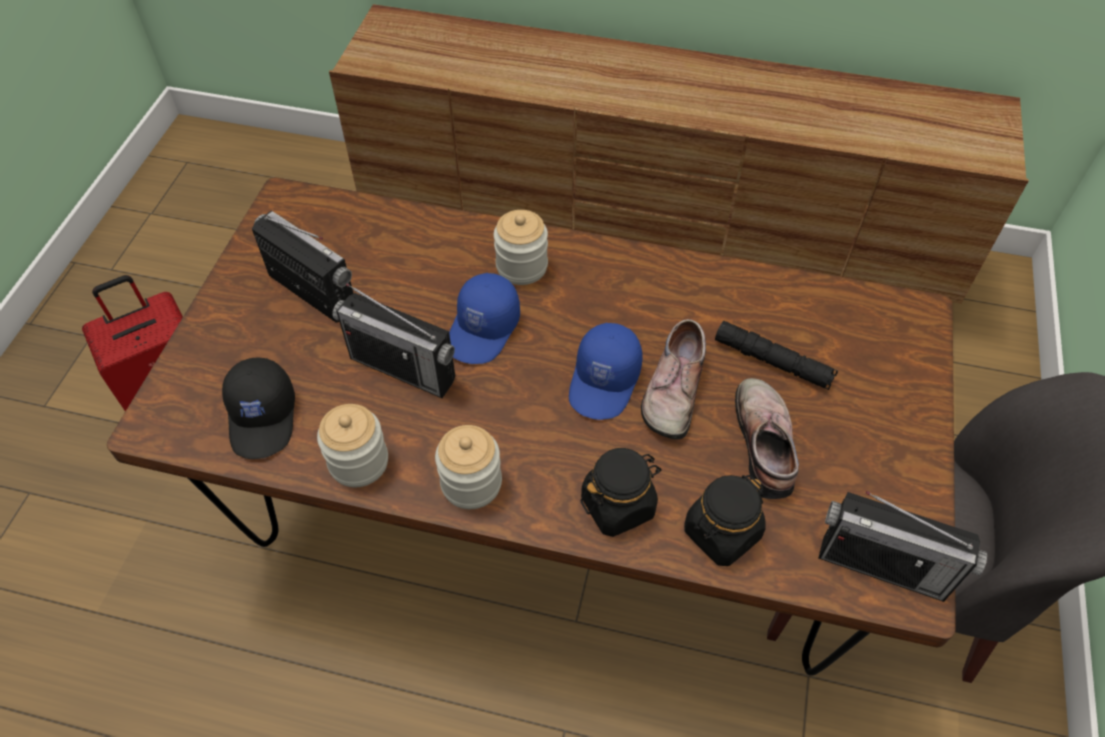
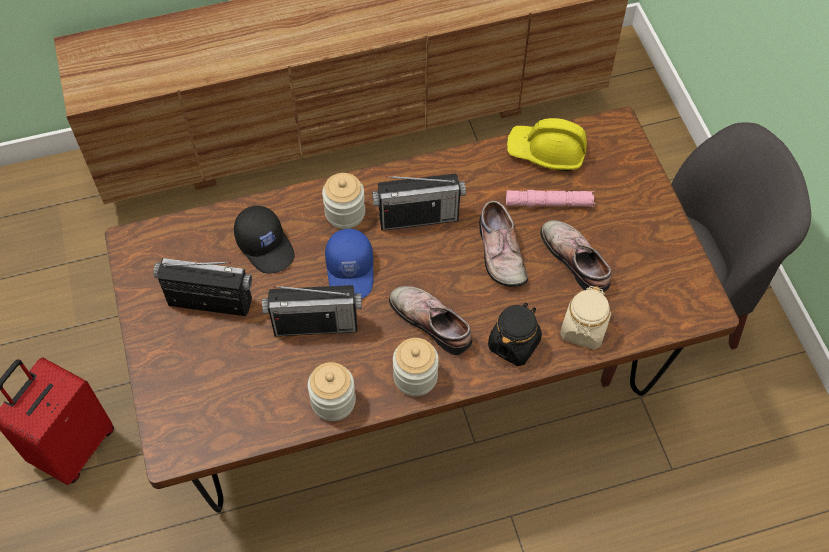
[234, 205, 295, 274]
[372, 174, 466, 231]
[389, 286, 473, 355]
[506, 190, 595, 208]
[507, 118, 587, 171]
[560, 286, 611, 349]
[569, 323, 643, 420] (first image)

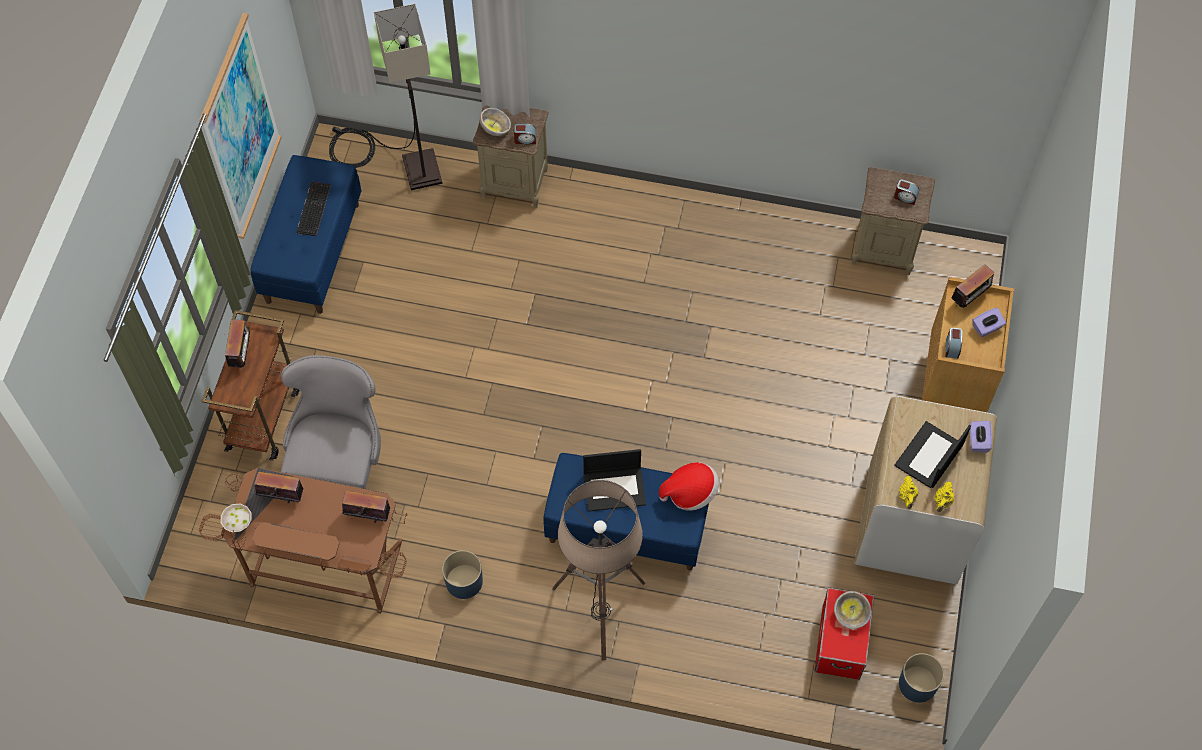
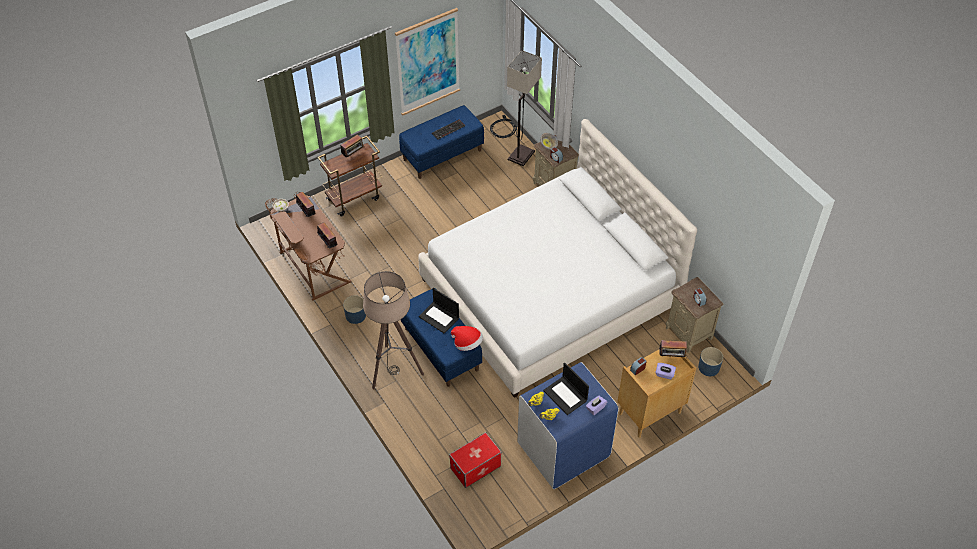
[418, 119, 697, 398]
[517, 362, 619, 489]
[543, 363, 589, 415]
[698, 347, 723, 376]
[281, 355, 381, 489] (first image)
[834, 591, 872, 629] (first image)

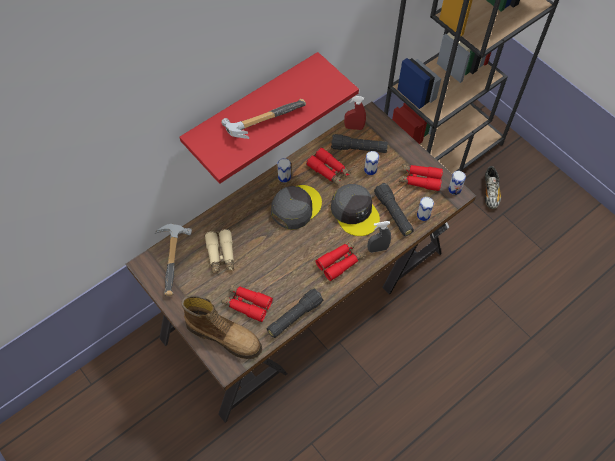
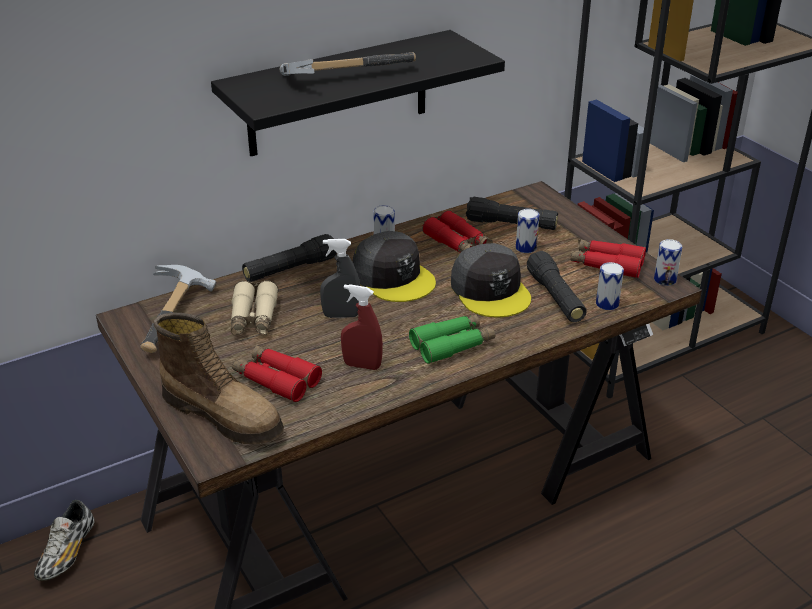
[34, 500, 95, 581]
[211, 30, 505, 156]
[242, 234, 337, 282]
[320, 239, 360, 318]
[341, 284, 383, 370]
[353, 231, 436, 302]
[409, 314, 495, 364]

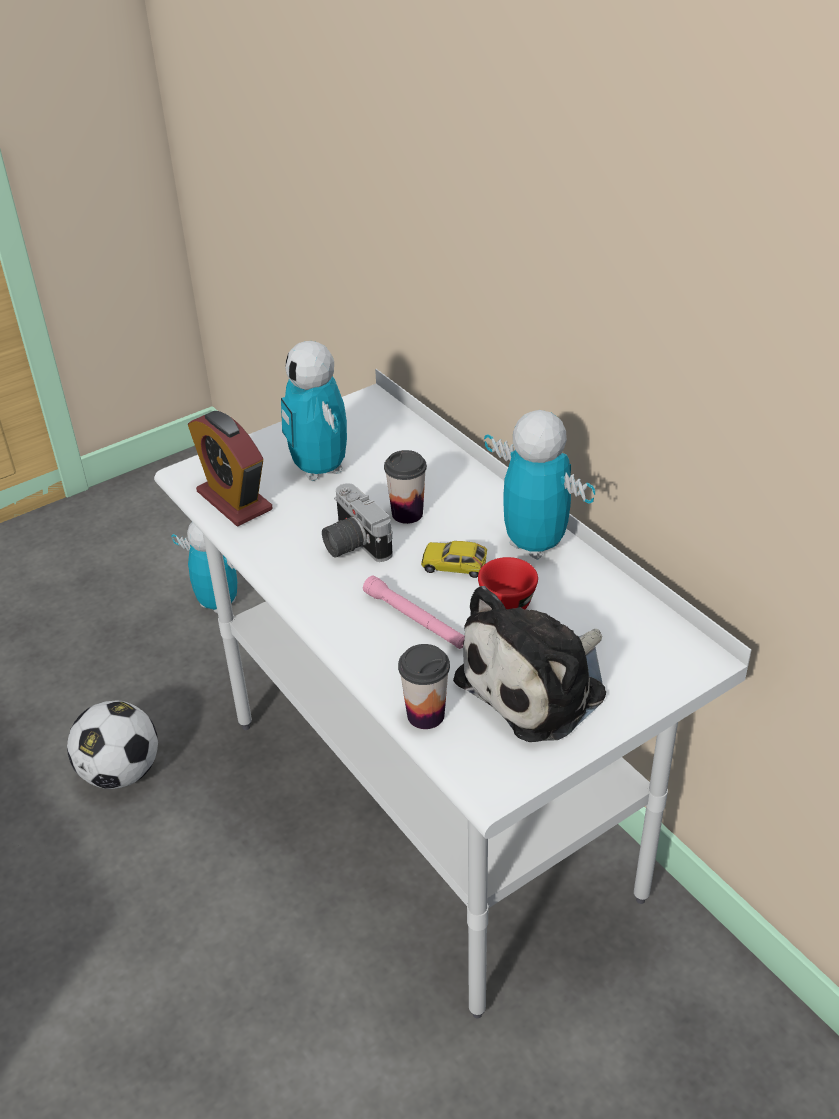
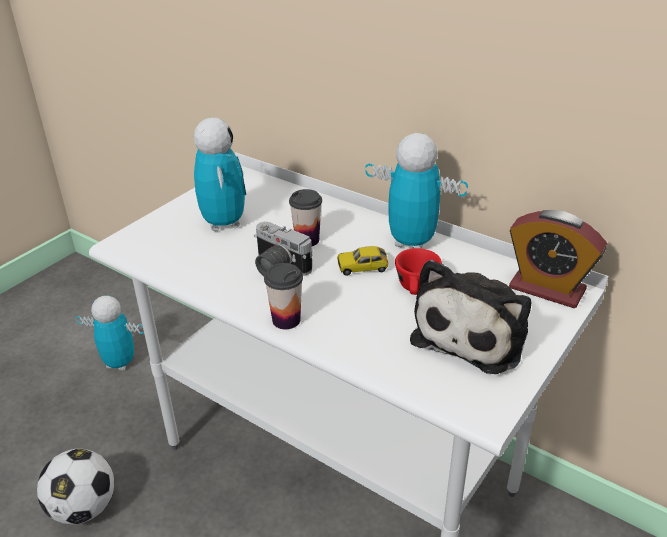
[194, 118, 246, 231]
[264, 263, 303, 330]
[509, 210, 607, 308]
[363, 576, 465, 649] (first image)

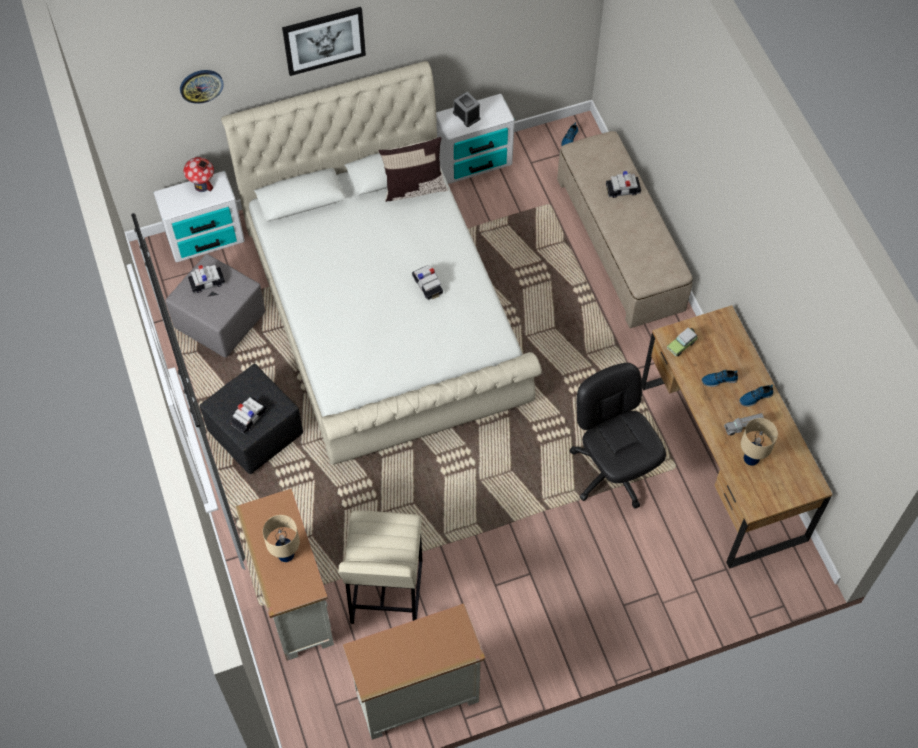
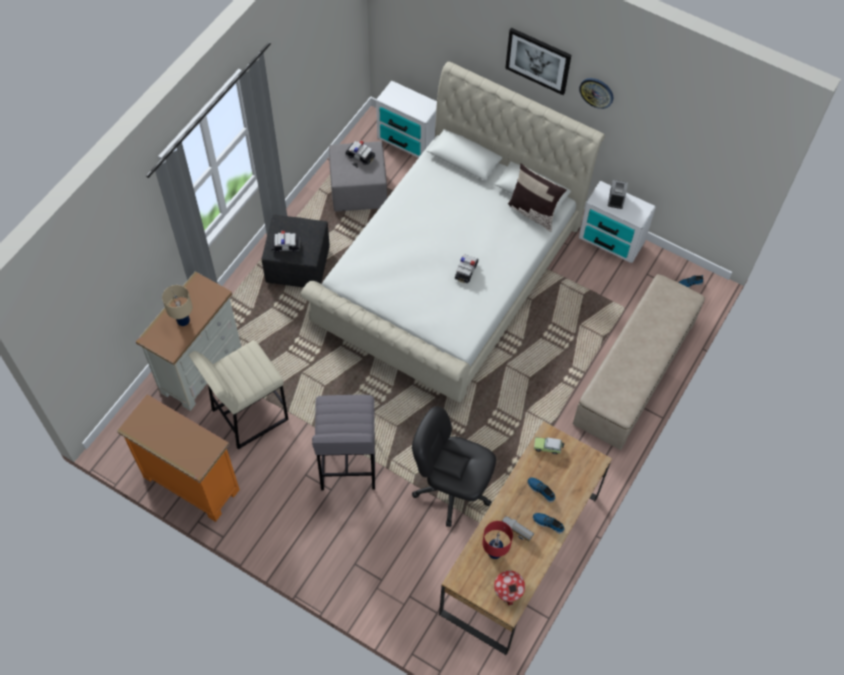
[117, 394, 240, 522]
[312, 395, 375, 490]
[412, 406, 496, 527]
[482, 521, 513, 559]
[494, 570, 525, 605]
[579, 78, 613, 109]
[606, 171, 641, 198] (first image)

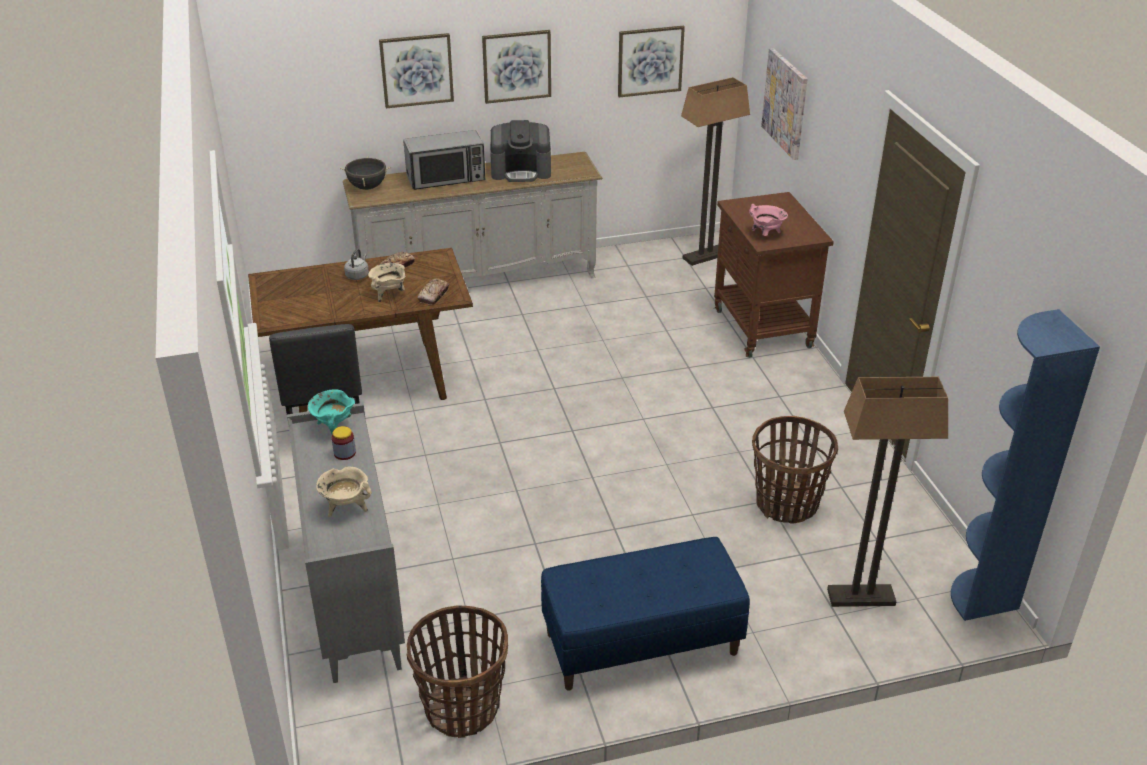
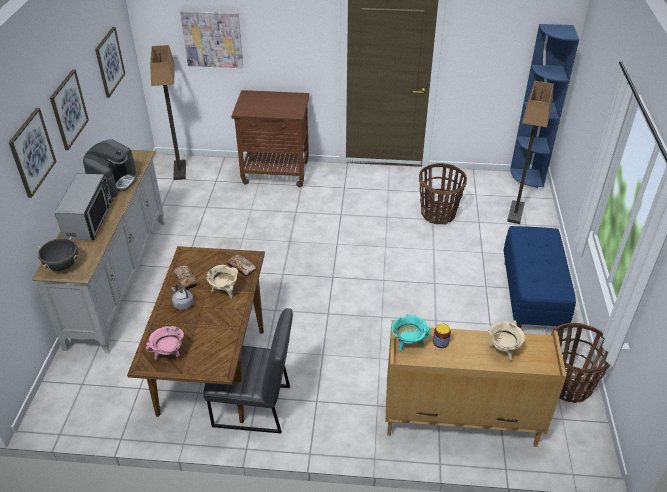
[146, 326, 184, 361]
[385, 320, 567, 447]

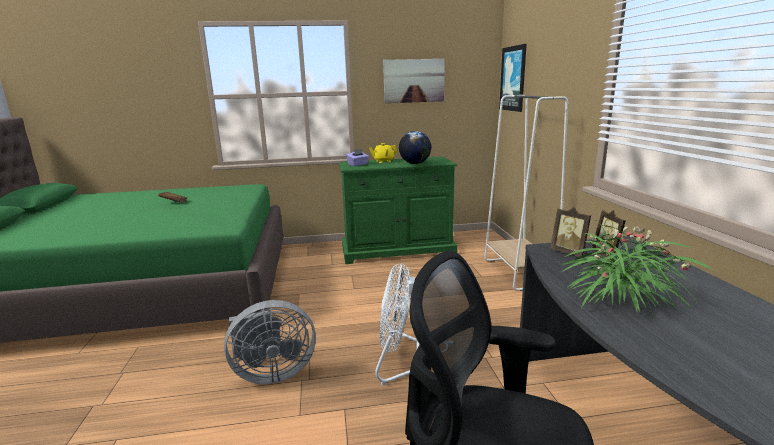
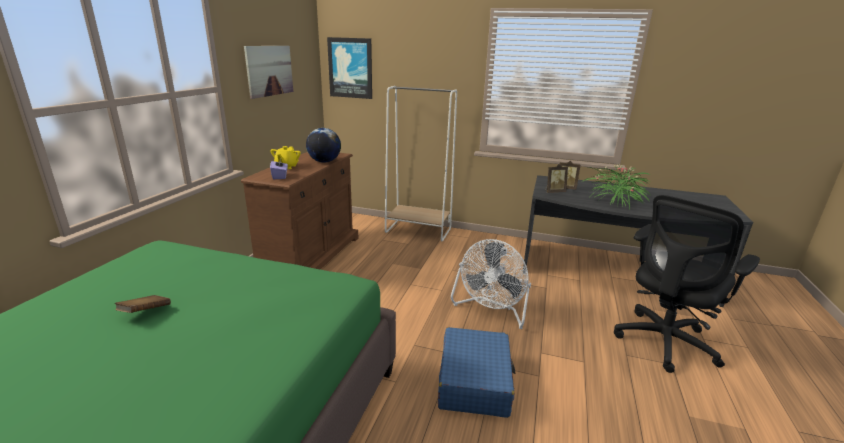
[241, 152, 358, 270]
[438, 327, 516, 418]

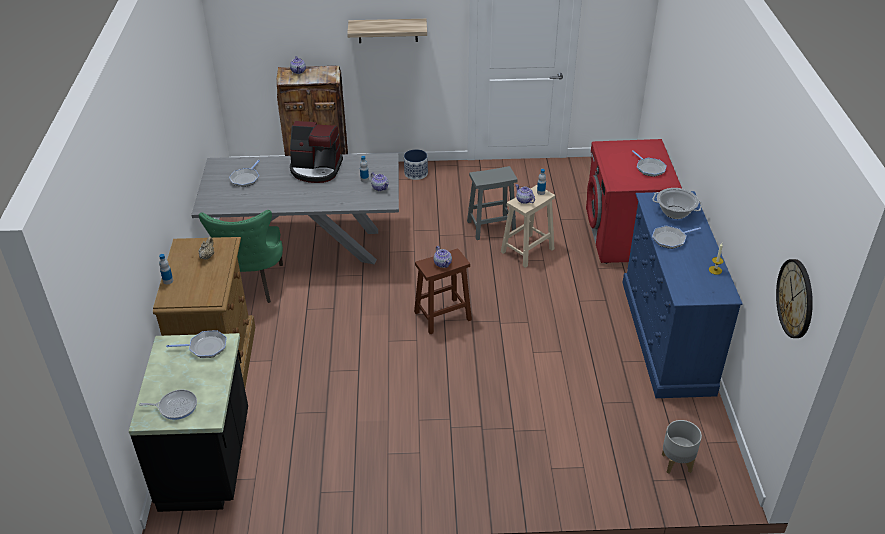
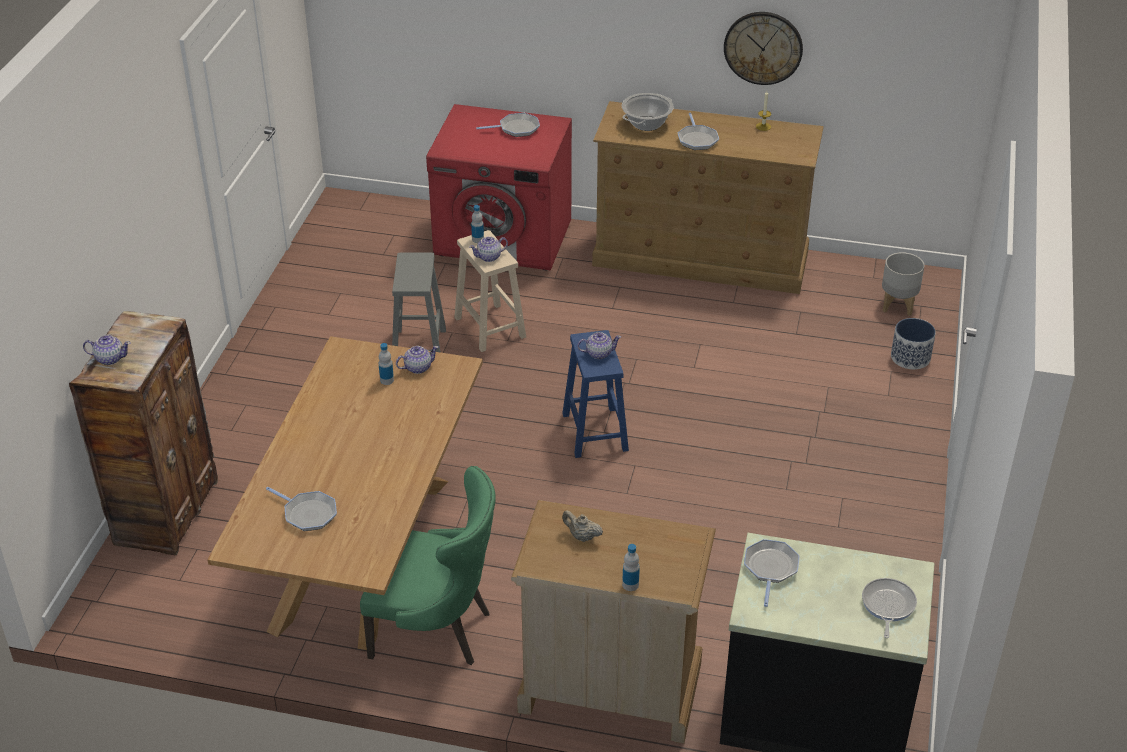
[207, 336, 483, 650]
[562, 330, 629, 458]
[592, 101, 824, 294]
[724, 12, 803, 85]
[891, 318, 936, 369]
[290, 121, 343, 183] (first image)
[347, 19, 427, 43] (first image)

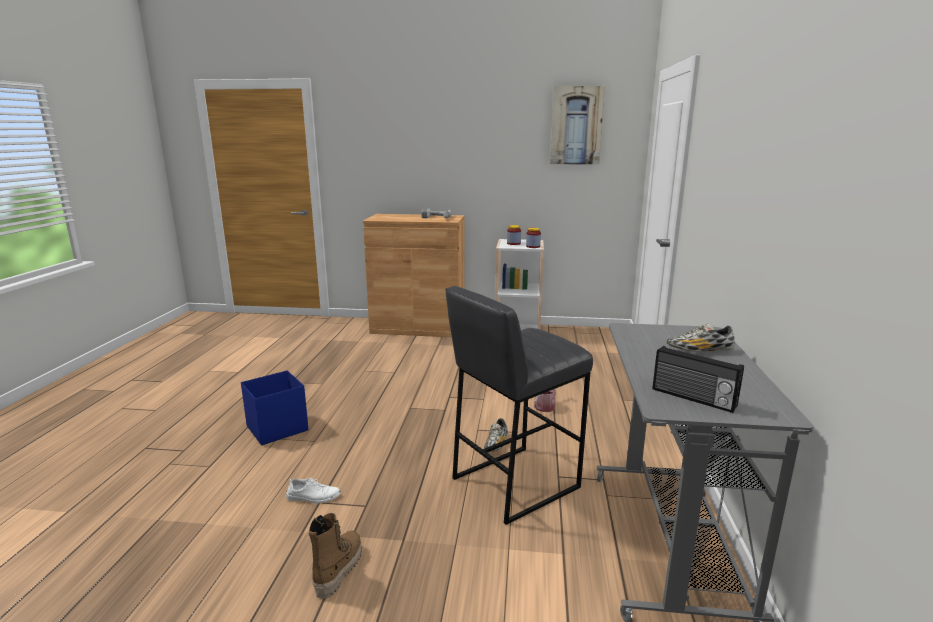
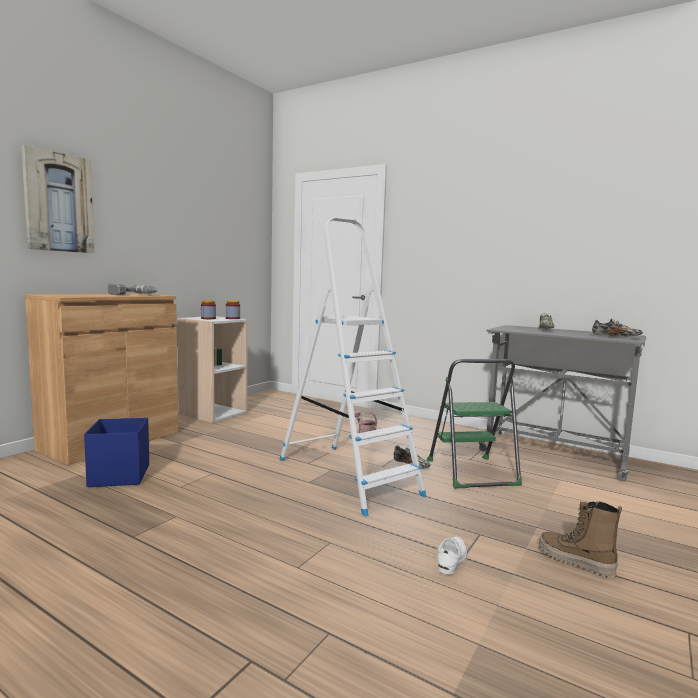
[21, 145, 94, 253]
[84, 418, 149, 487]
[280, 217, 426, 516]
[427, 359, 522, 488]
[592, 319, 643, 337]

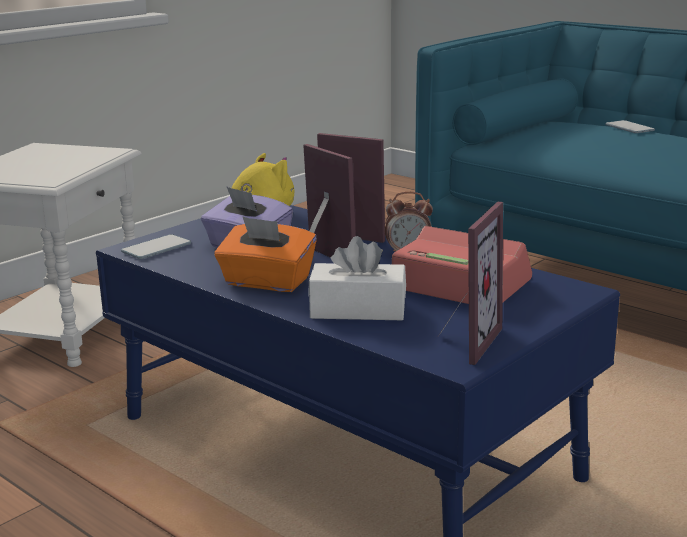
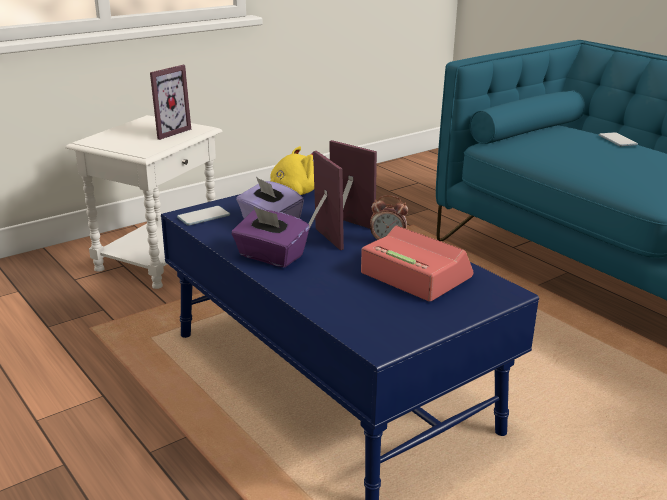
[150, 65, 191, 140]
[232, 207, 310, 268]
[308, 236, 406, 320] (first image)

